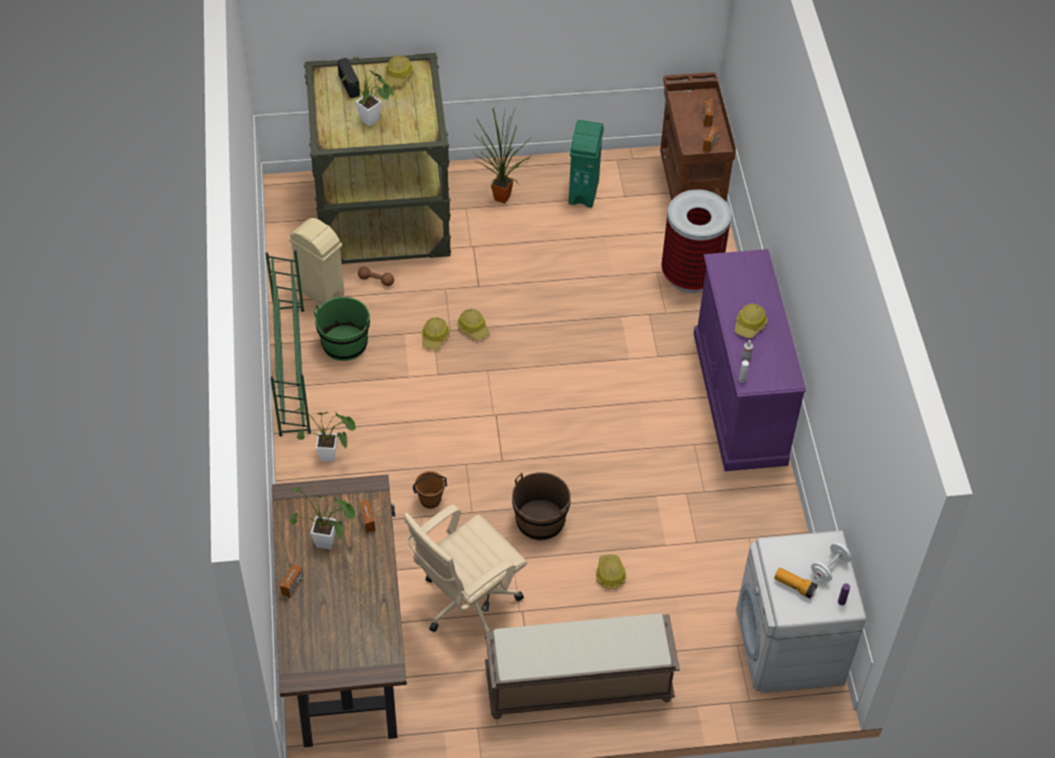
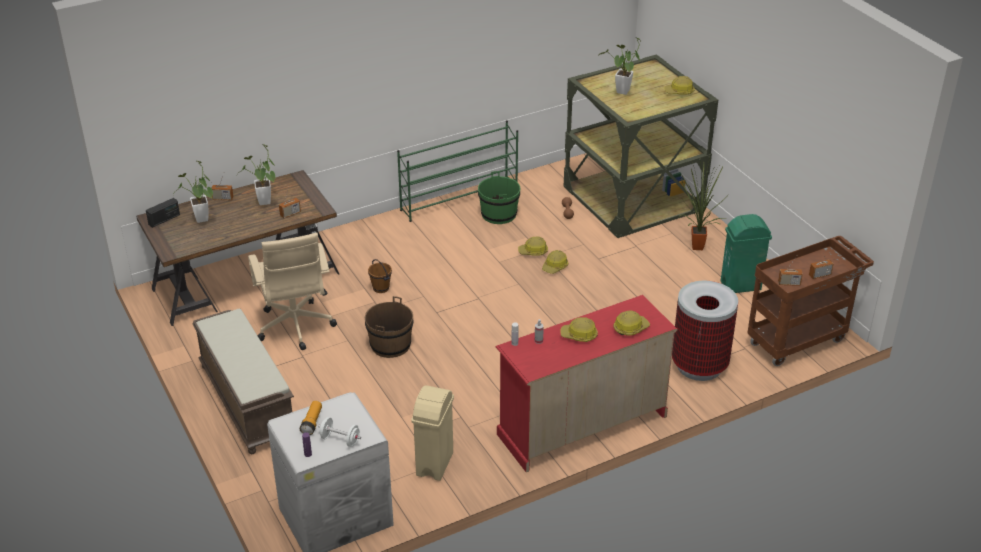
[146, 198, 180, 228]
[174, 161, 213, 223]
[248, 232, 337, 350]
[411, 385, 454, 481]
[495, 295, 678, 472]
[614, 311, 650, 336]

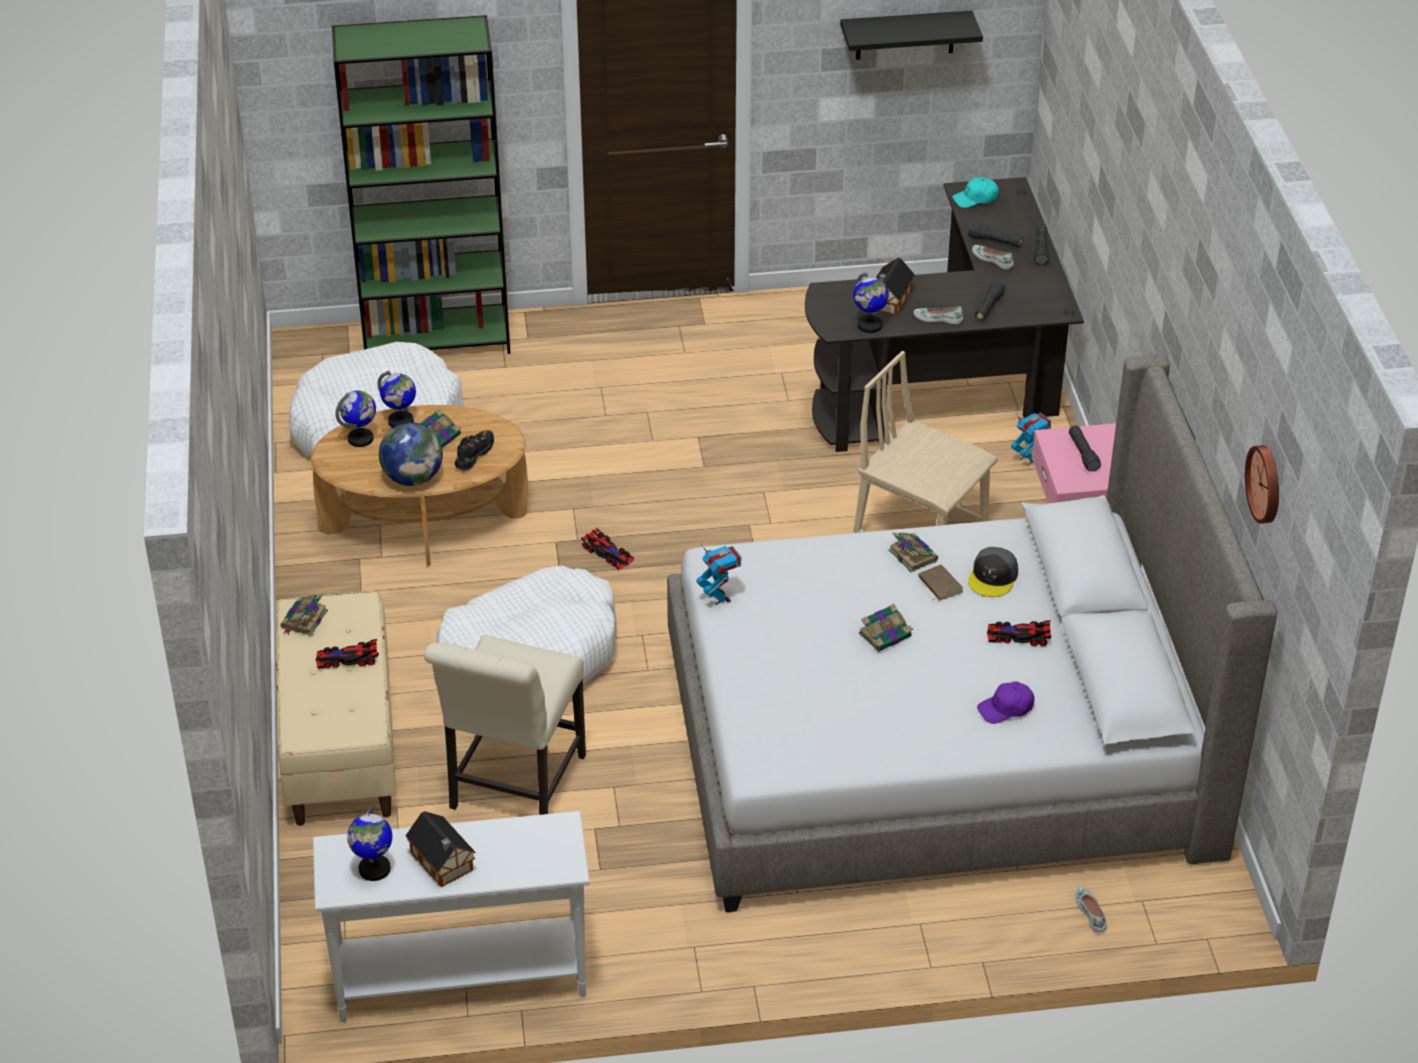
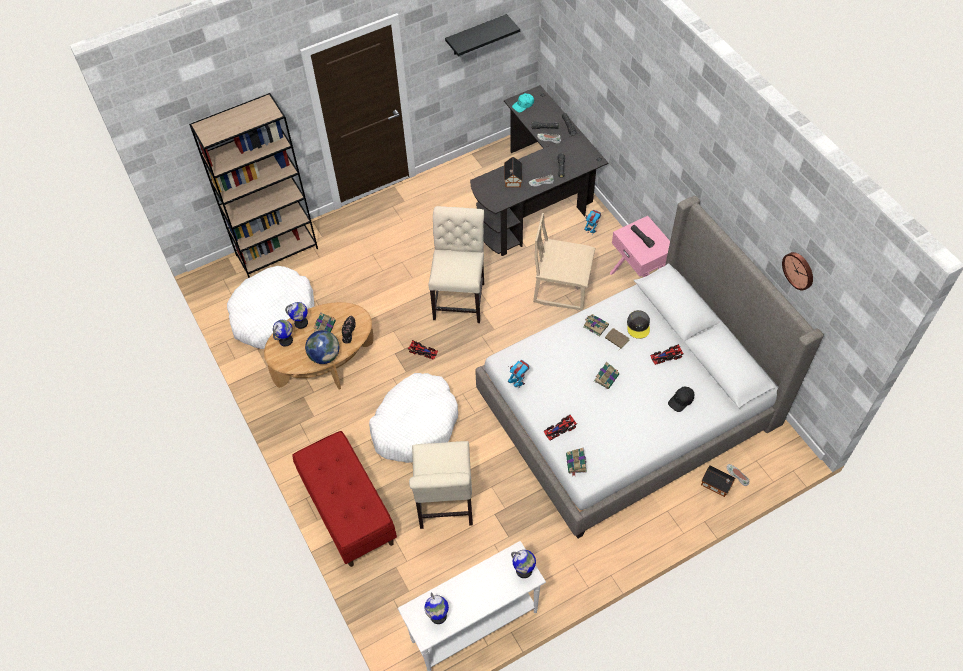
[189, 93, 318, 278]
[292, 431, 397, 567]
[428, 206, 484, 323]
[511, 550, 536, 578]
[544, 414, 577, 441]
[566, 448, 587, 477]
[668, 387, 695, 412]
[701, 465, 735, 497]

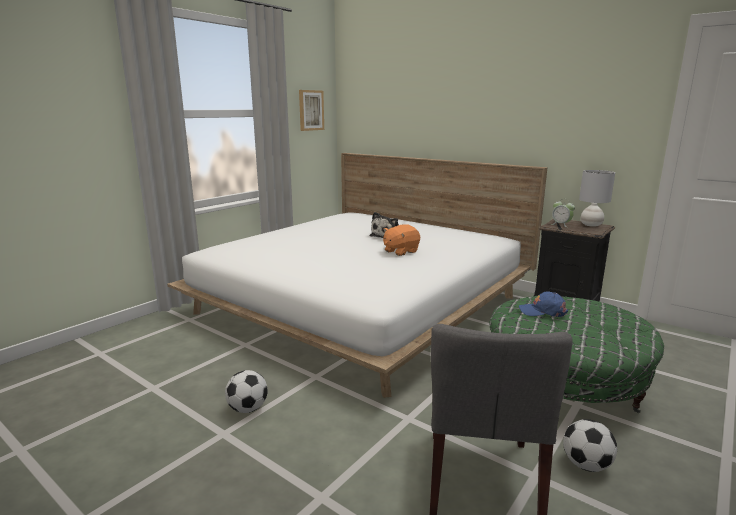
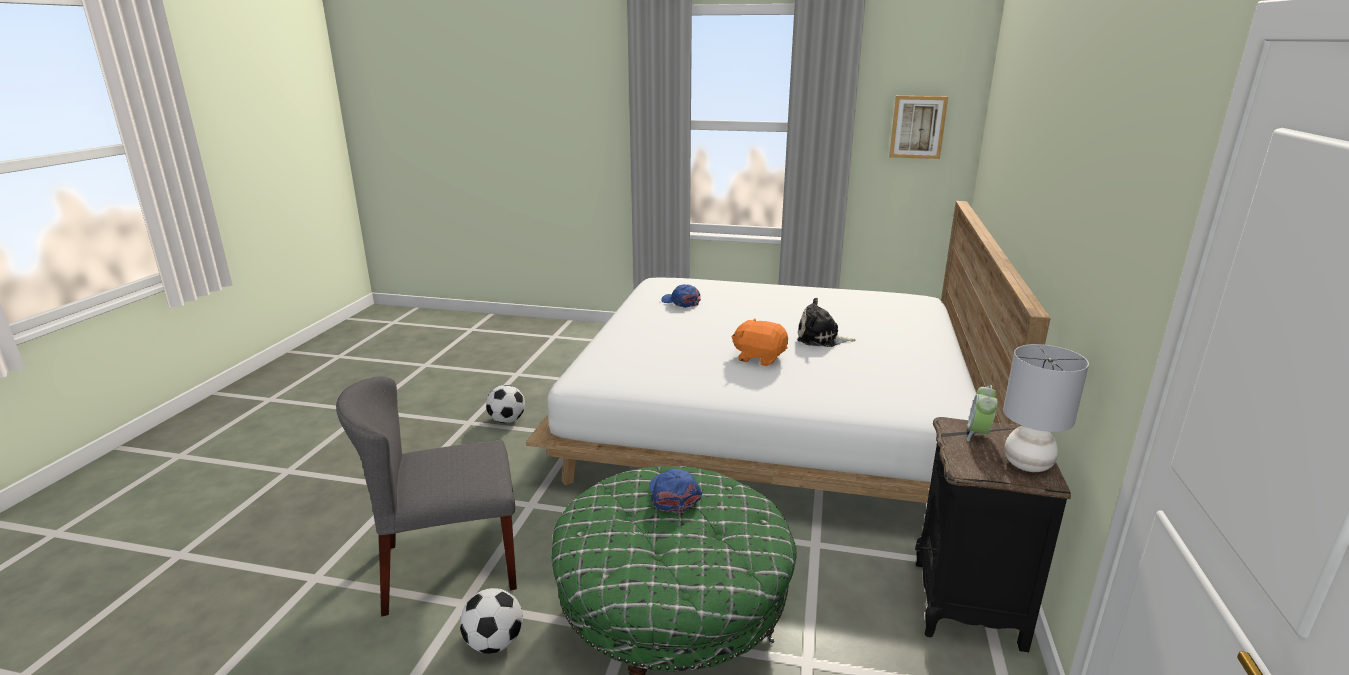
[661, 284, 701, 308]

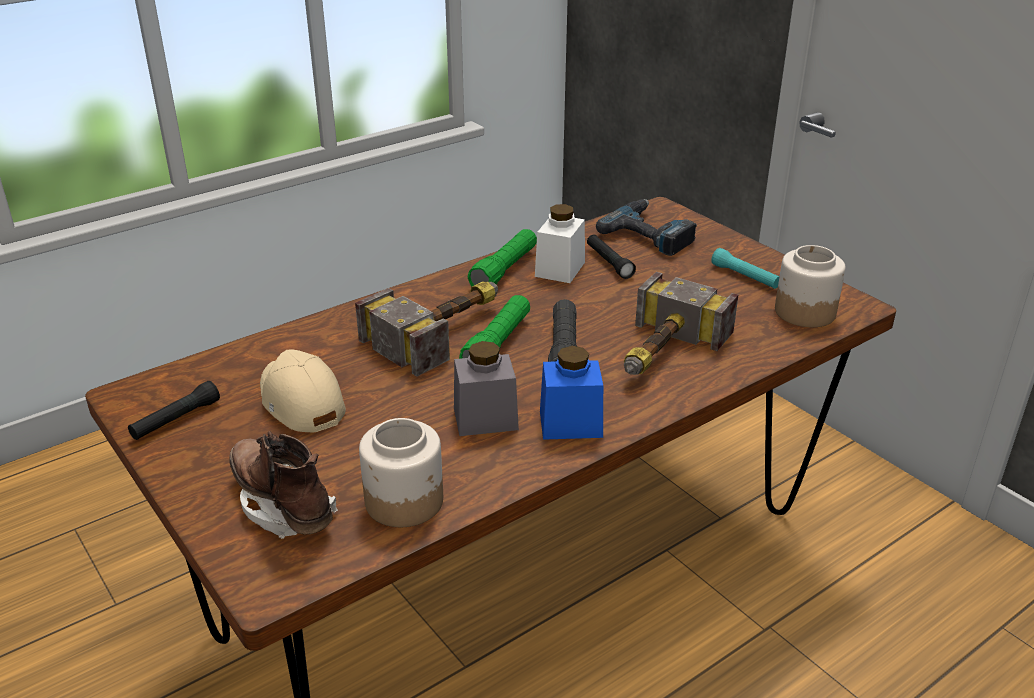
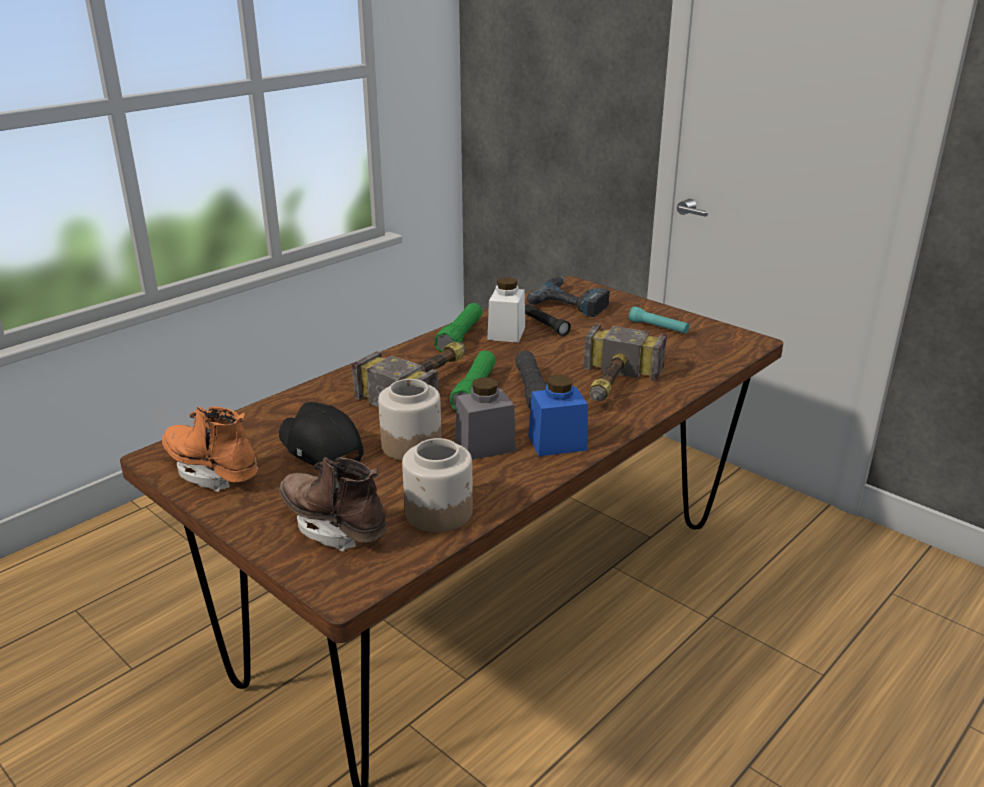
[162, 406, 259, 492]
[279, 402, 364, 466]
[378, 379, 441, 461]

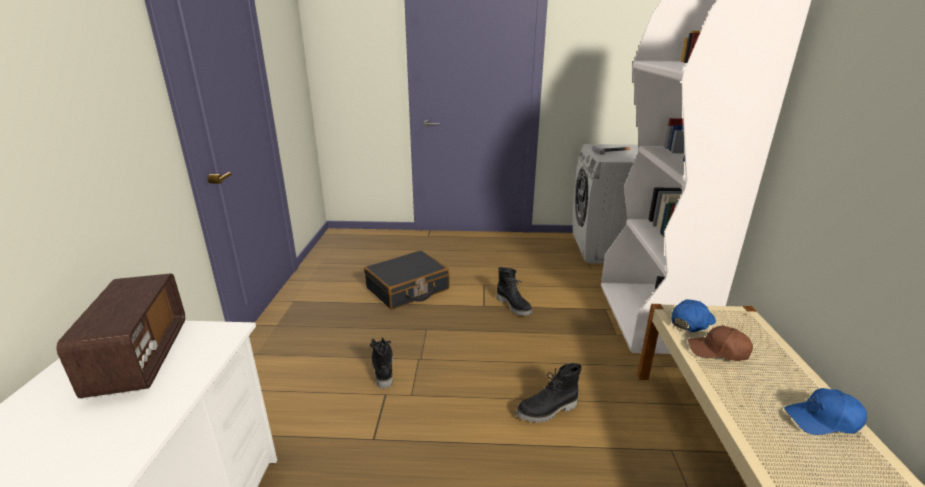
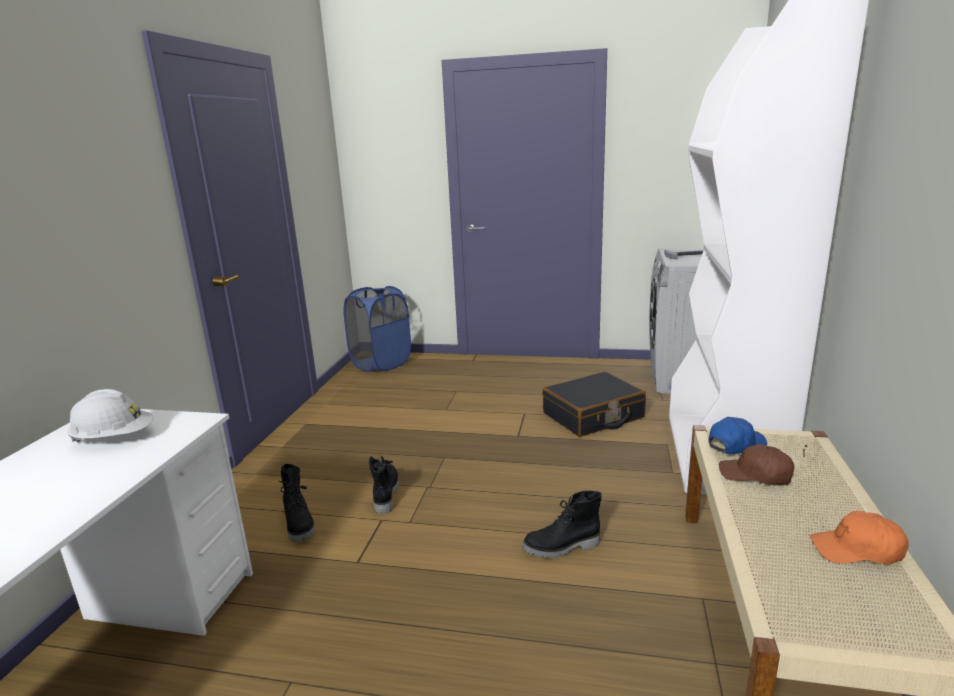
[68, 389, 153, 442]
[279, 464, 315, 542]
[343, 286, 411, 372]
[542, 372, 646, 437]
[810, 511, 909, 564]

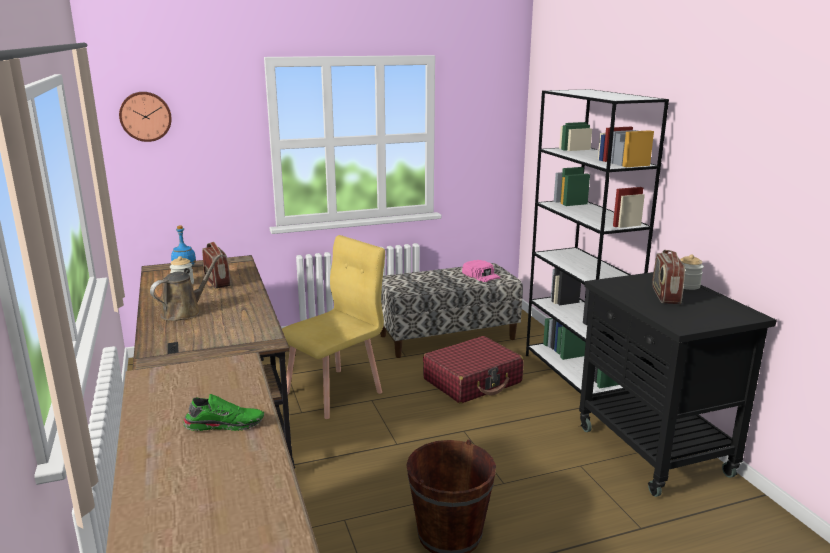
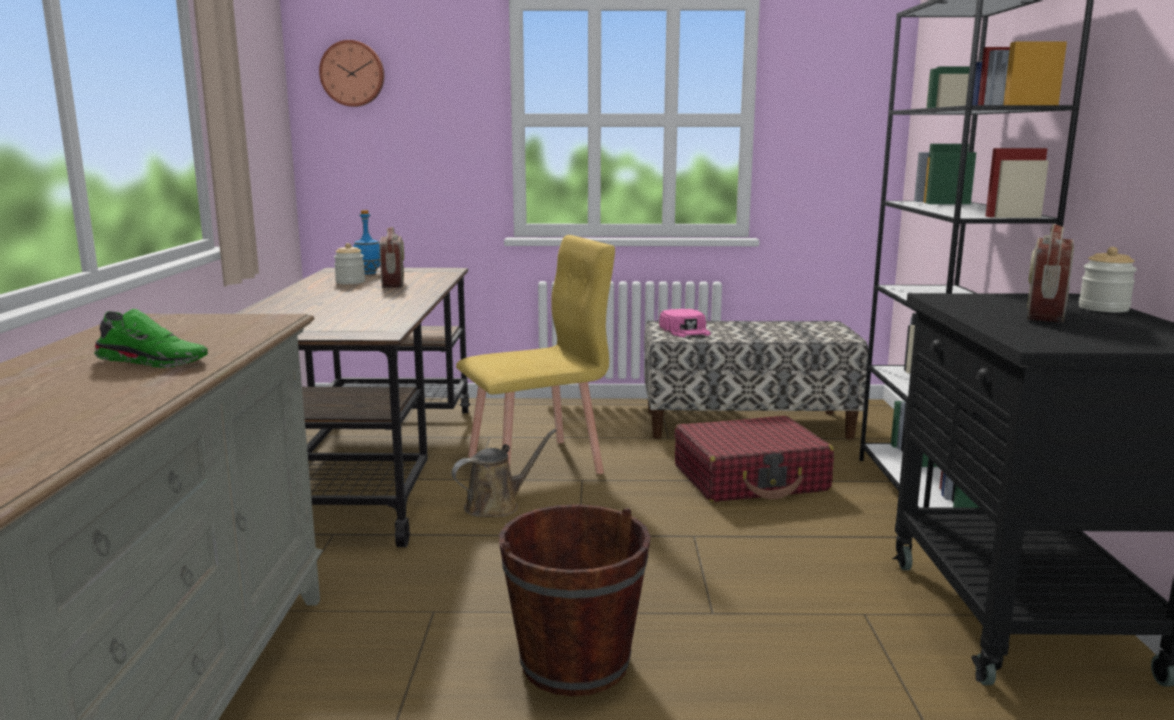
[452, 429, 557, 517]
[659, 309, 711, 337]

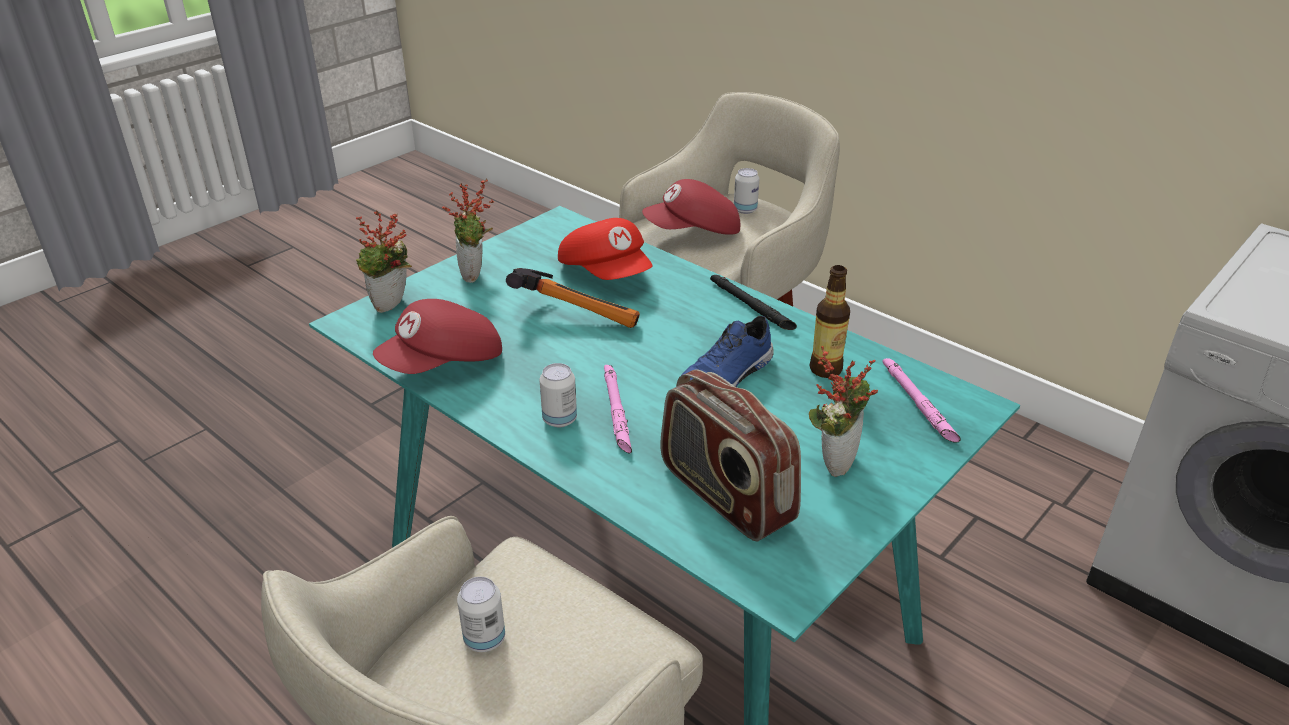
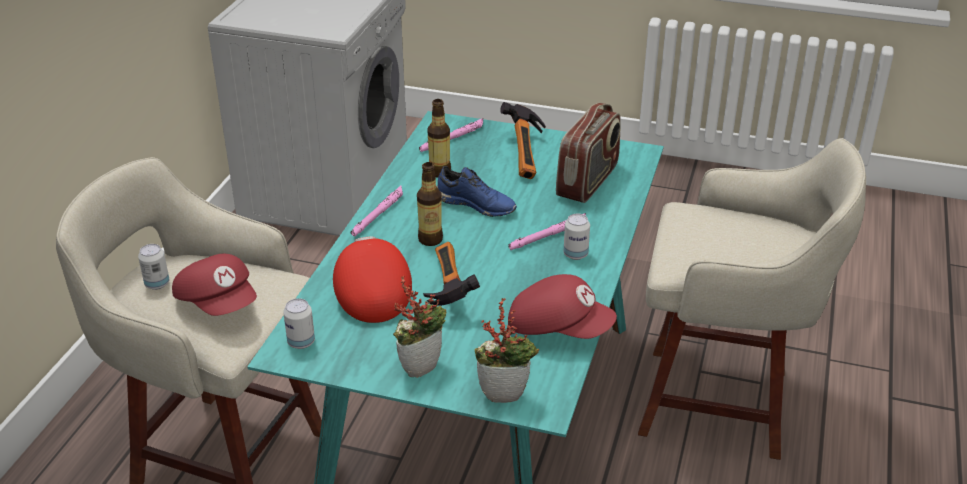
[283, 298, 315, 349]
[333, 237, 412, 323]
[351, 185, 403, 237]
[417, 162, 443, 246]
[500, 102, 546, 179]

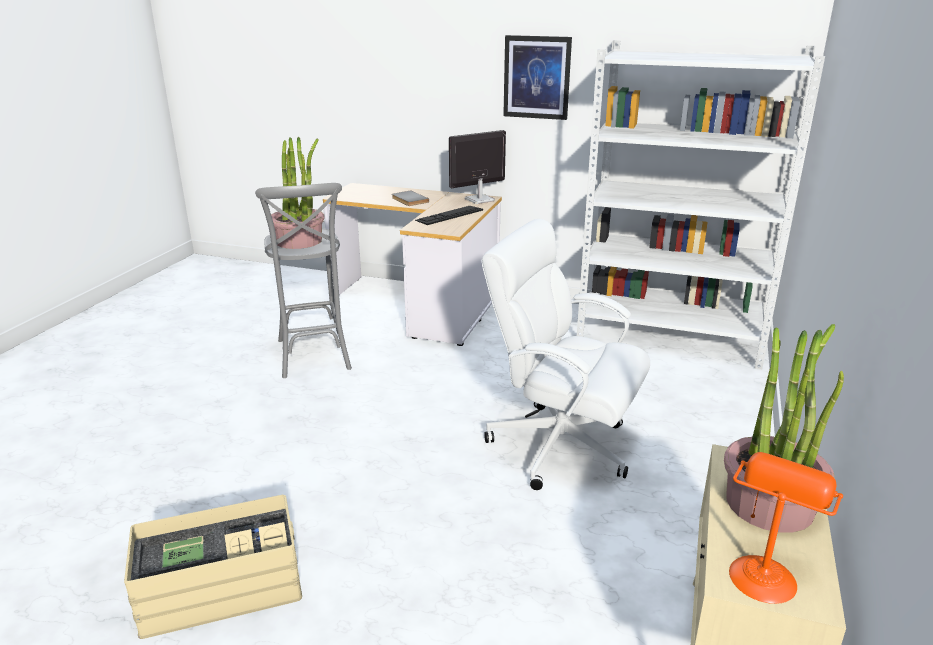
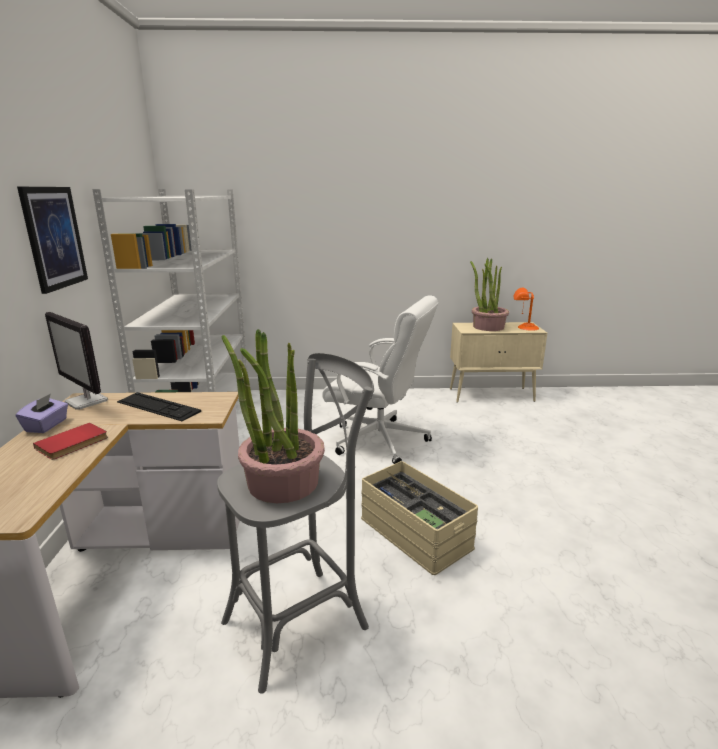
[16, 394, 68, 433]
[33, 423, 108, 460]
[322, 295, 438, 464]
[361, 461, 478, 575]

